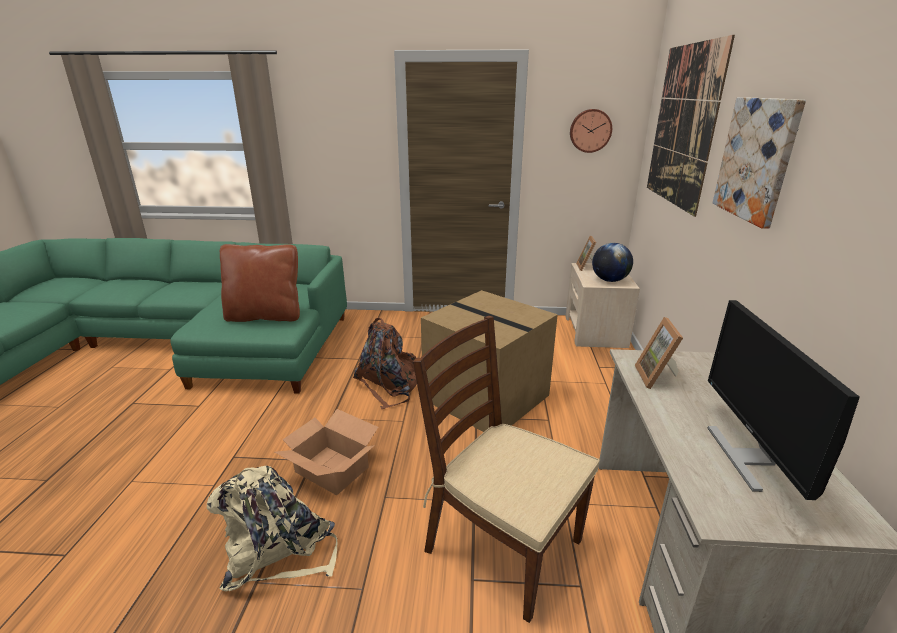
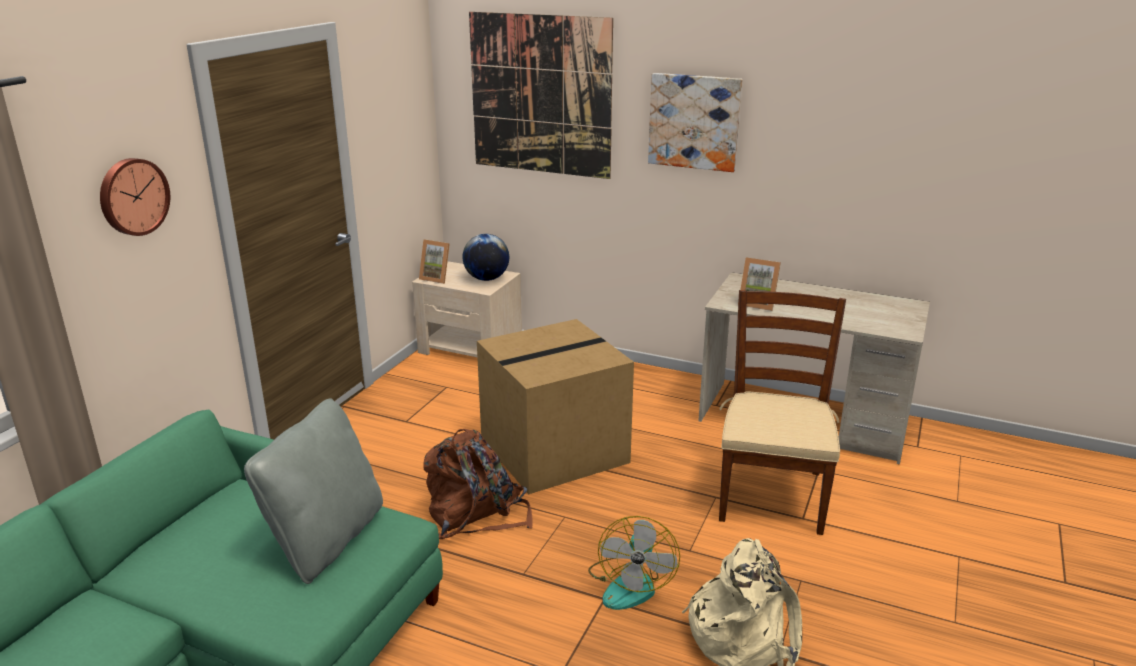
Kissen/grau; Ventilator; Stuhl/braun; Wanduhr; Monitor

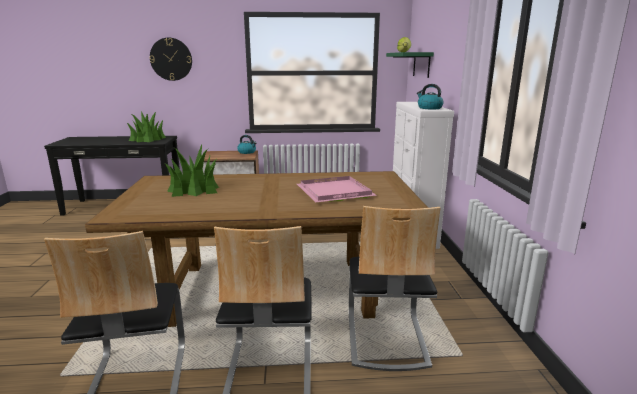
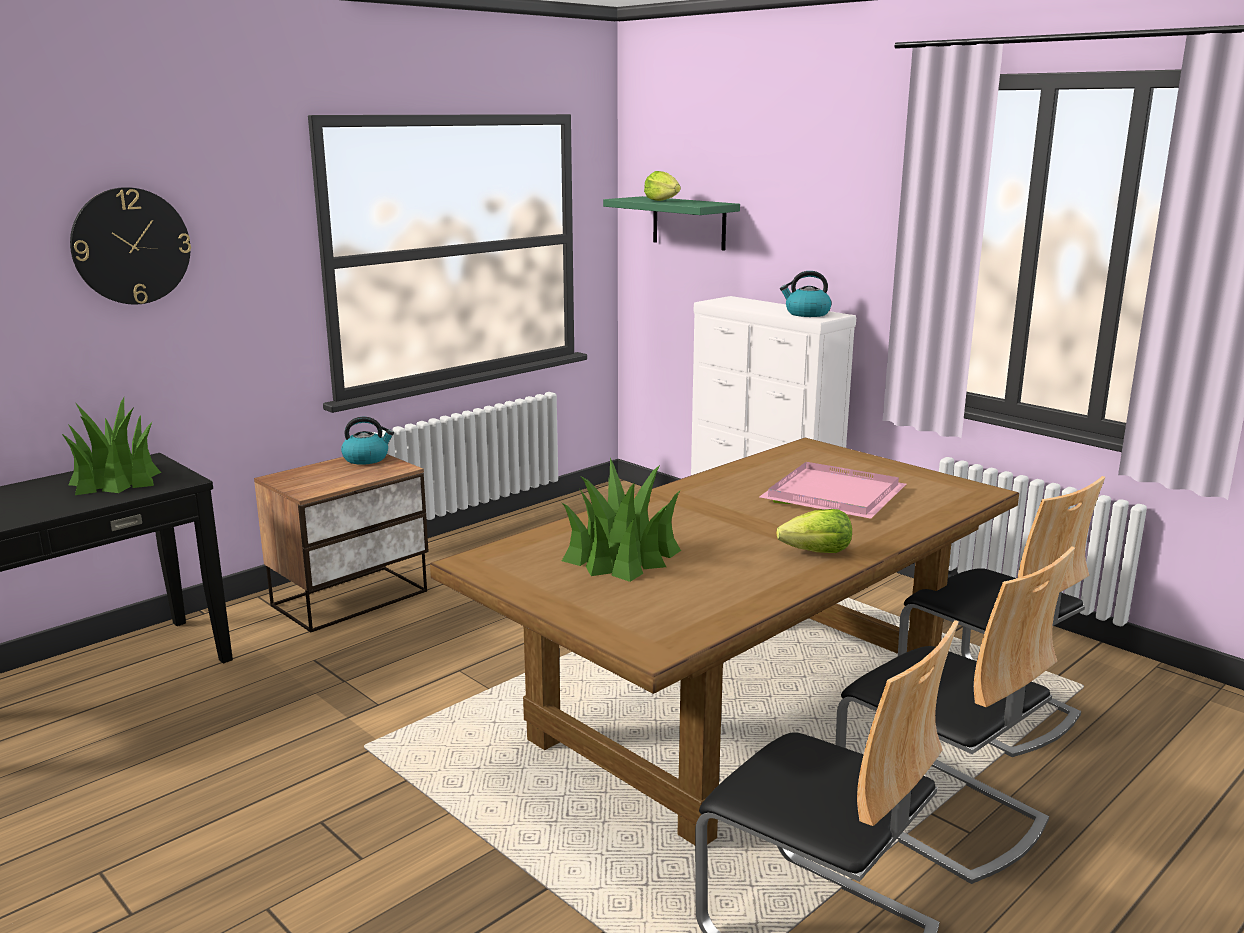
Salatkopf (no. 2 from left)

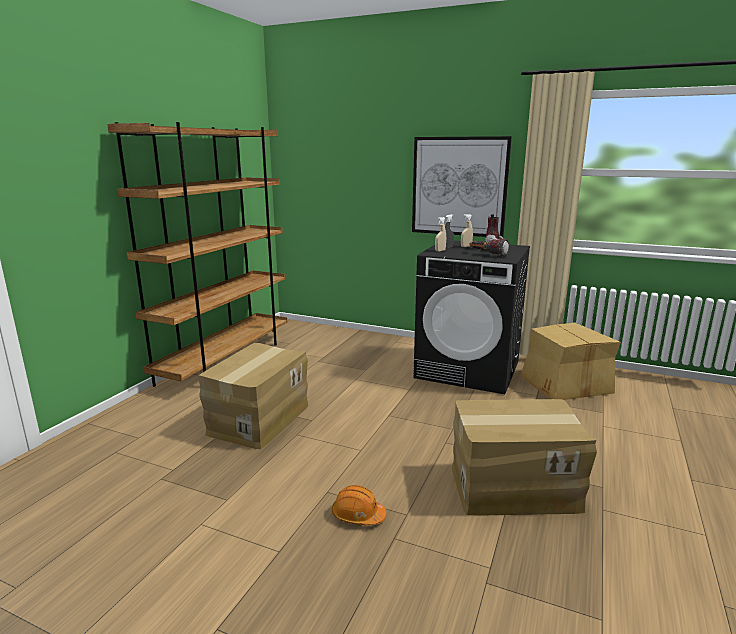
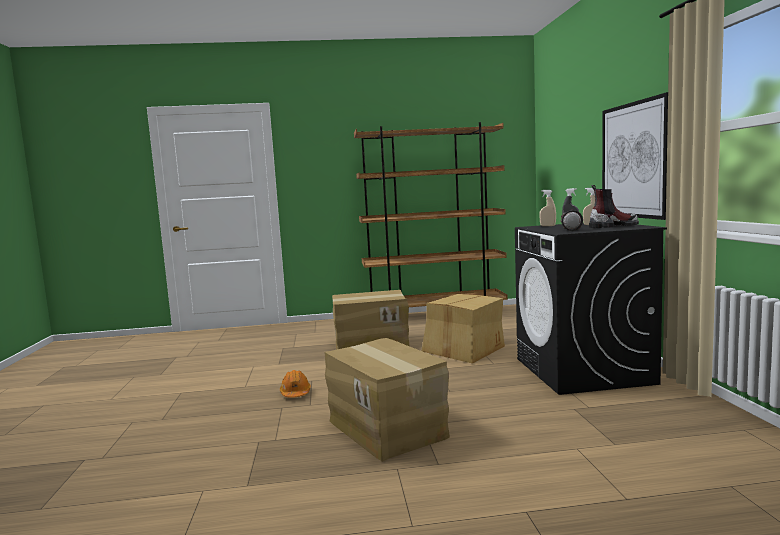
Karton (no. 3 from left)

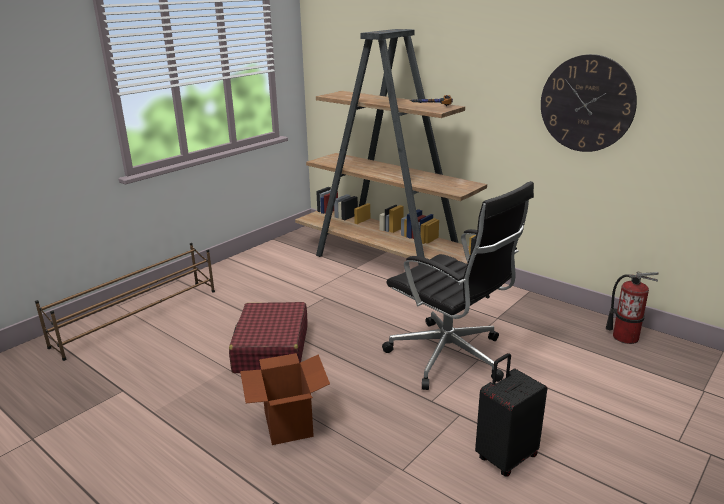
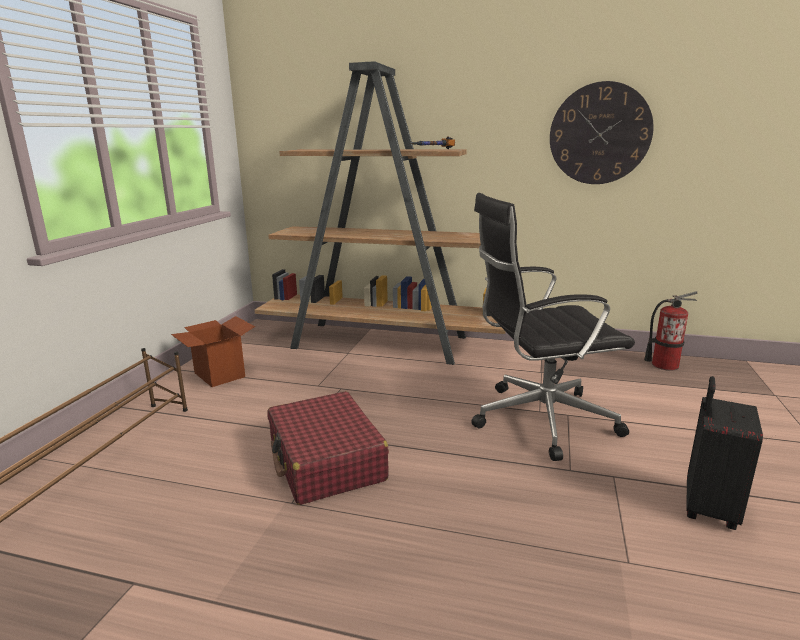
Karton; Bürostuhl/schwarz

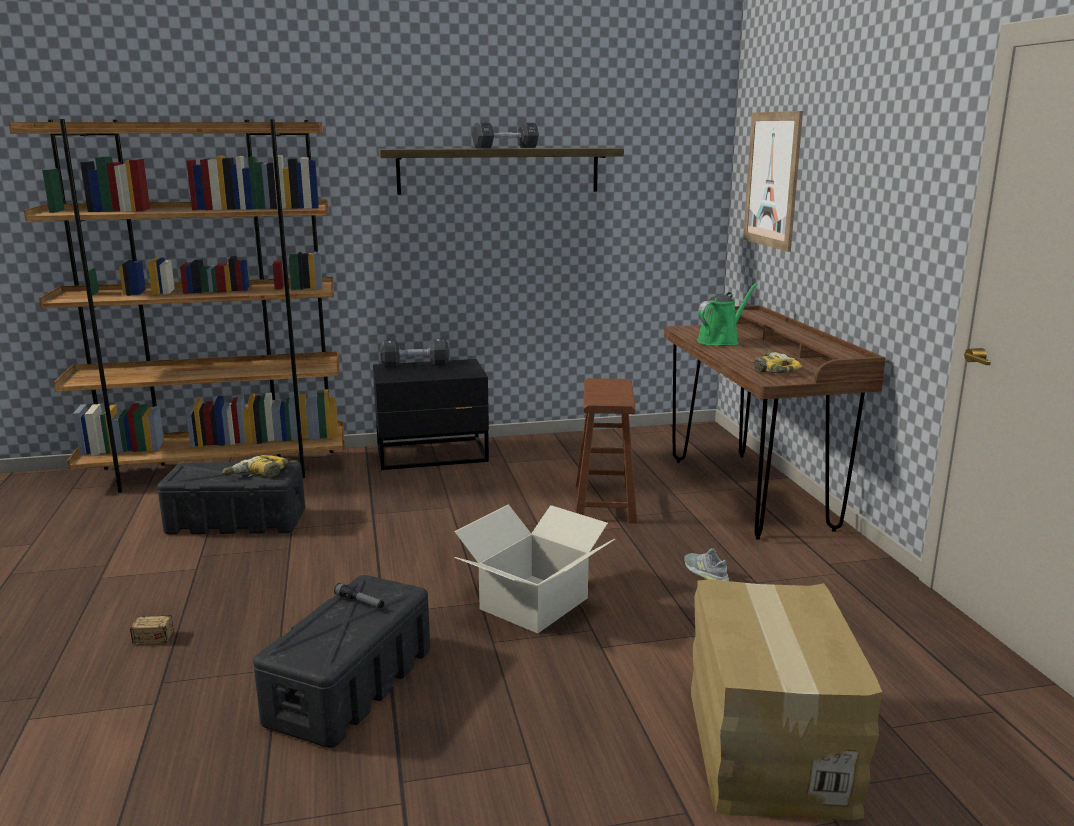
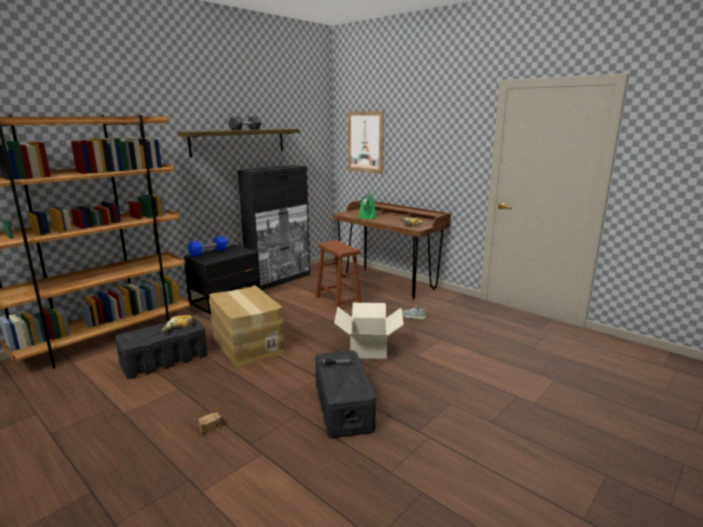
Hantel/blau; Karton (no. 1 from left); Schrank/schwarz

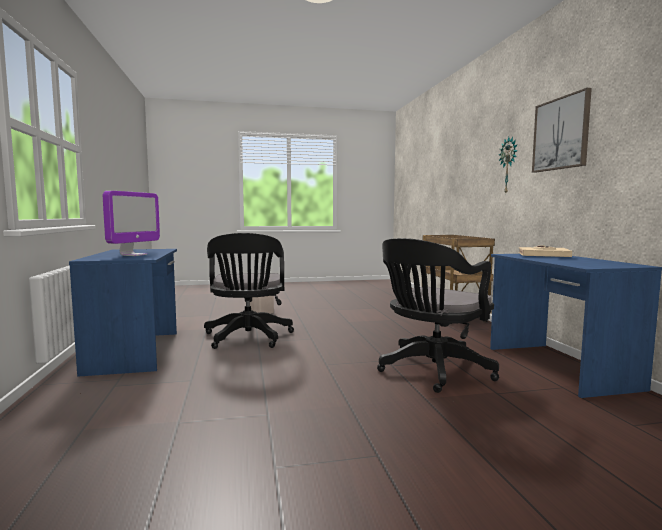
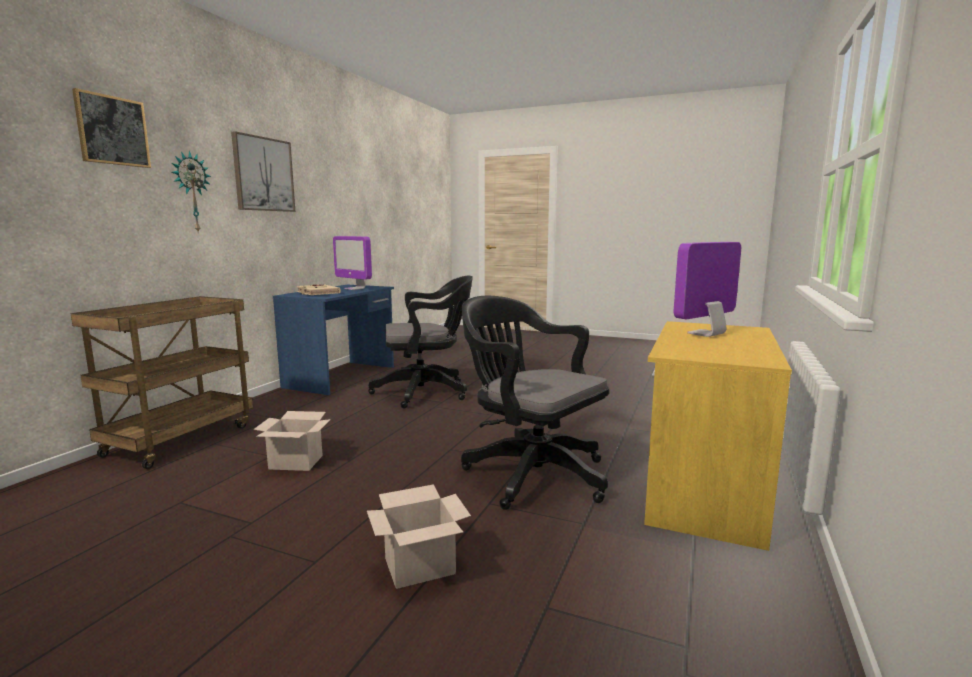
Schreibtisch/gelb; Bürostuhl/schwarz (no. 2 from left); Bild (no. 1 from left); Karton (no. 1 from left); Monitor (no. 1 from left)

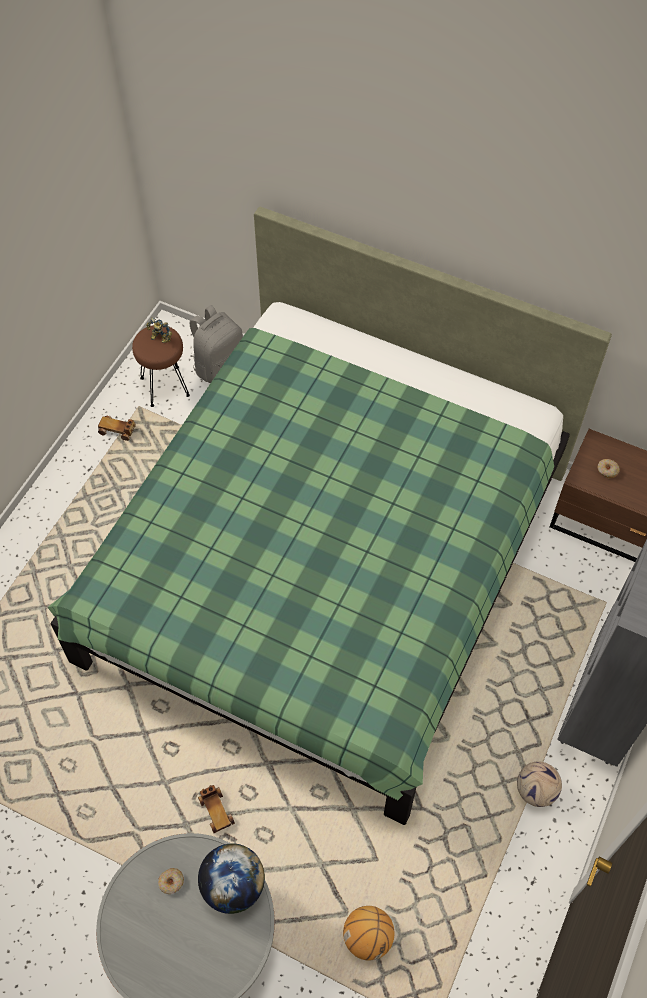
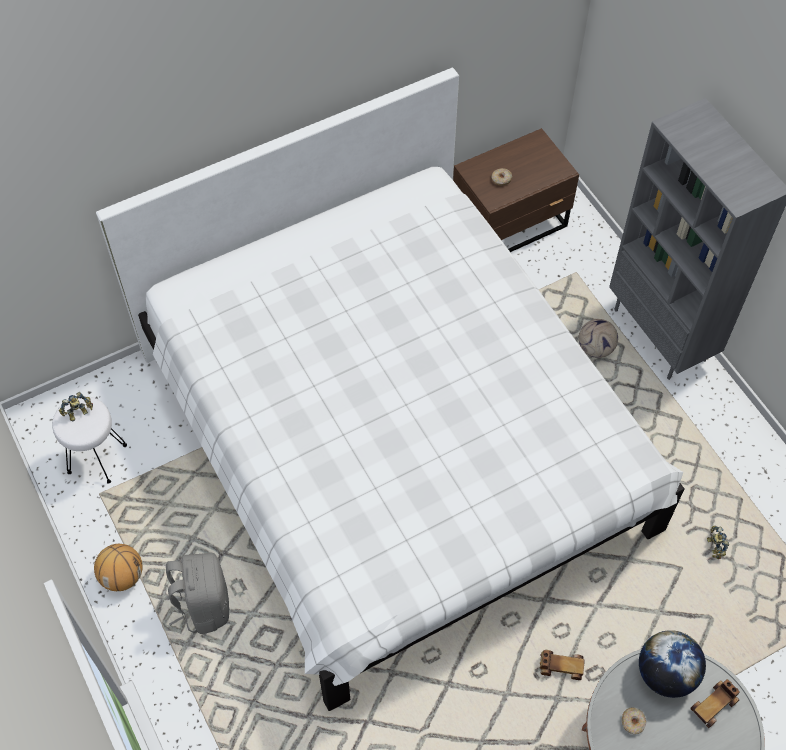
Bett/weiß; Spielzeugauto (no. 2 from left); Hocker/weiß; Rucksack/grau; Basketball; Fußball; Spielzeugroboter (no. 2 from left)

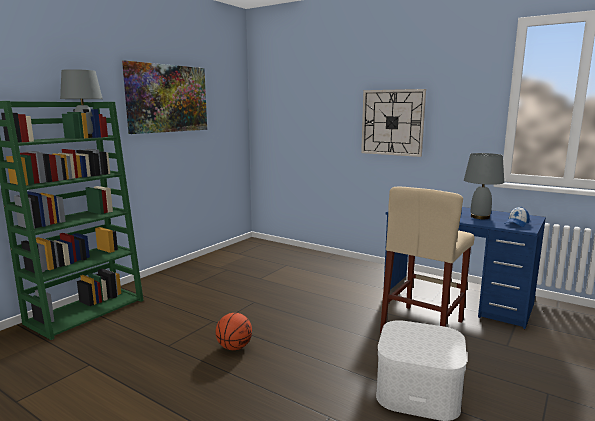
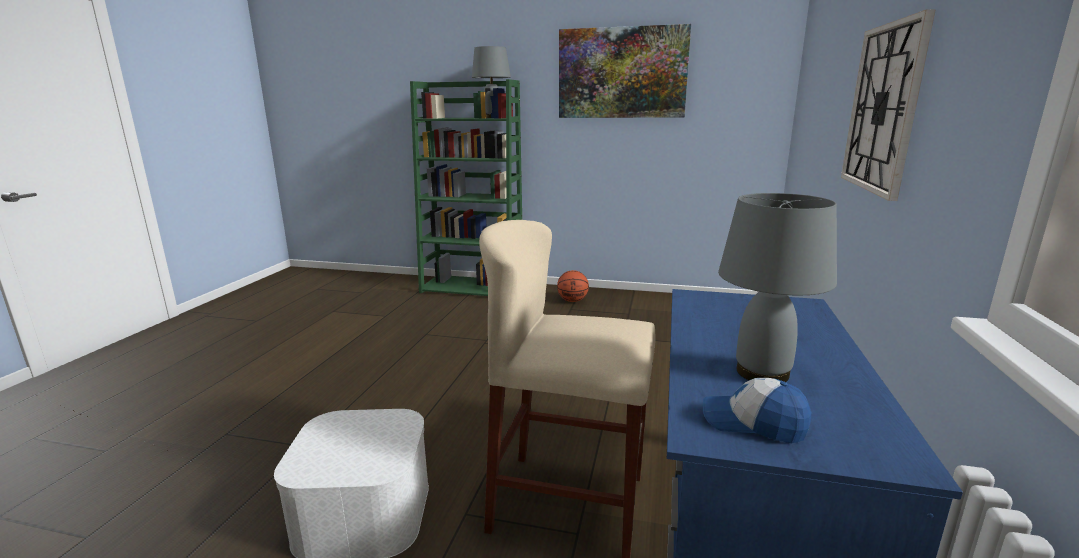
Basketball

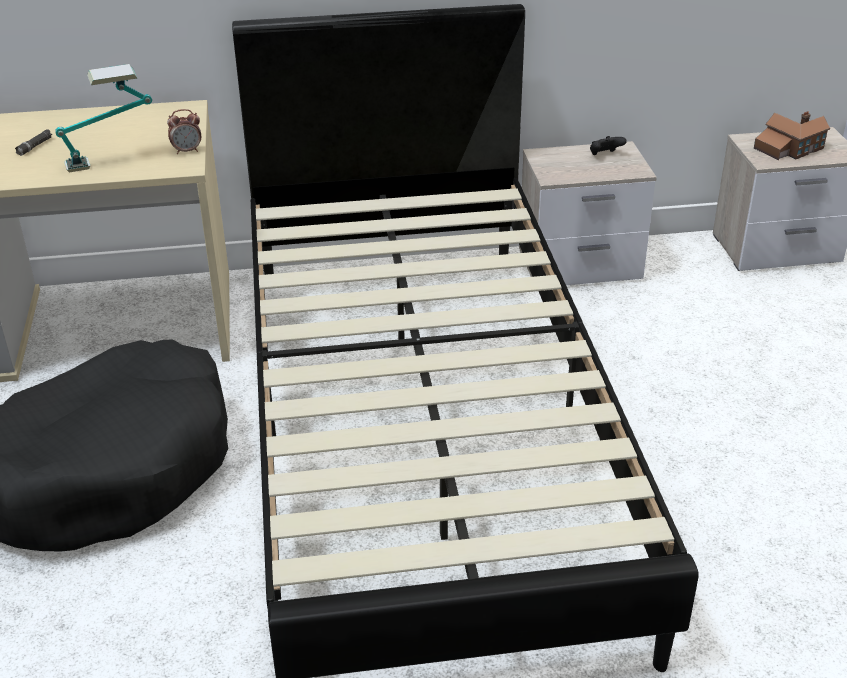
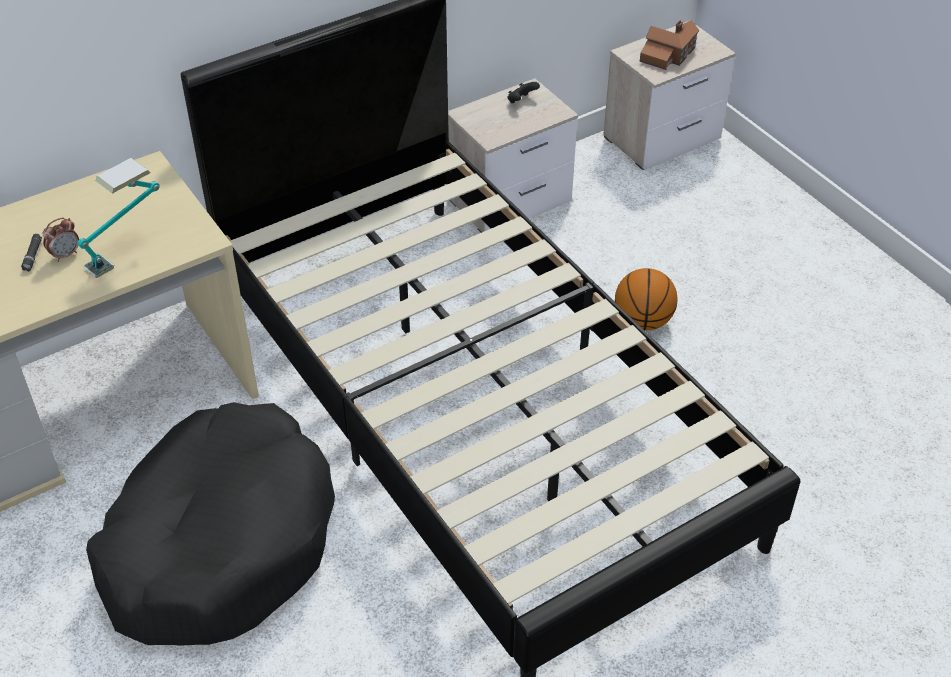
Wecker; Basketball

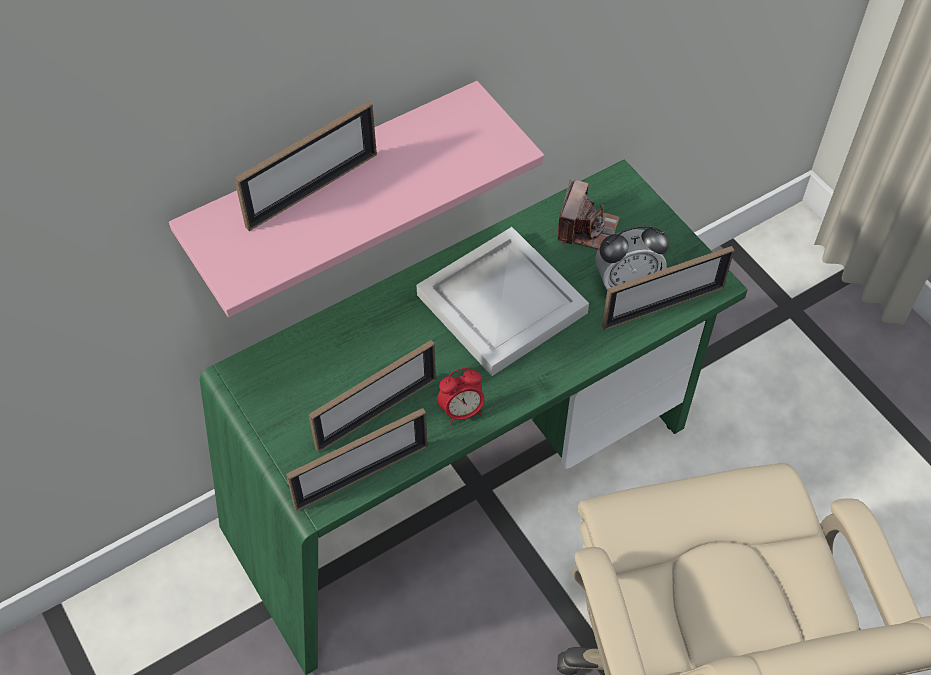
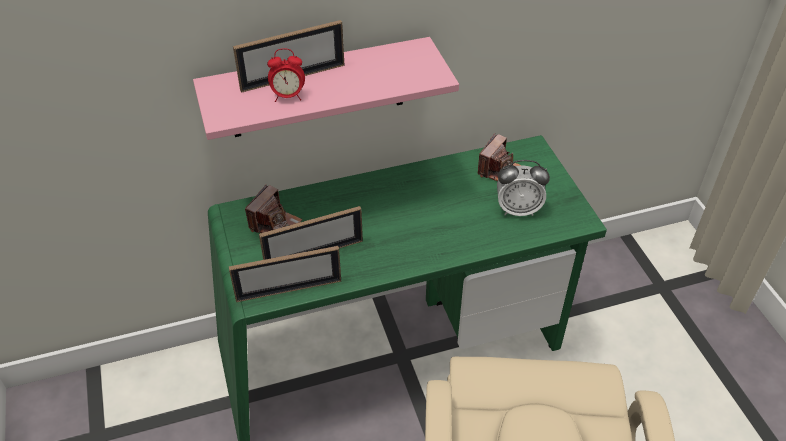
Tablett/weiß; Wecker (no. 1 from left); Bilderrahmen (no. 4 from left in the first image); Kamera (no. 1 from left)

